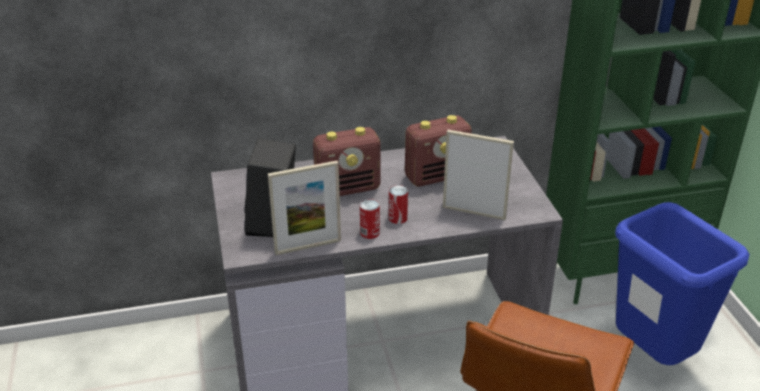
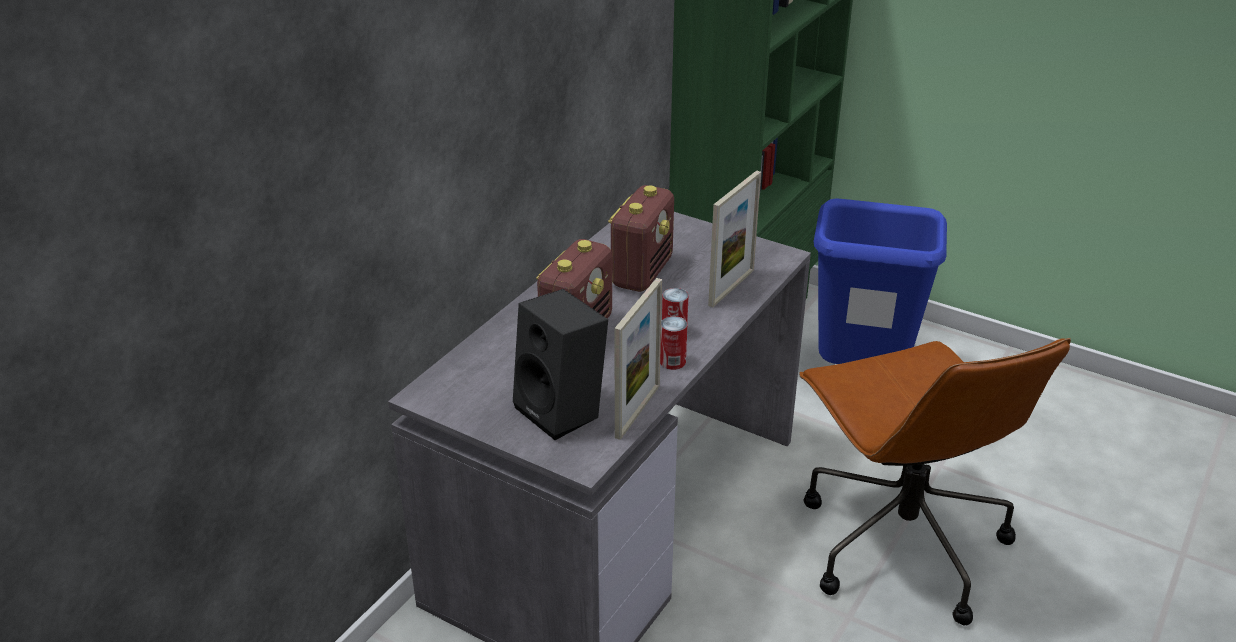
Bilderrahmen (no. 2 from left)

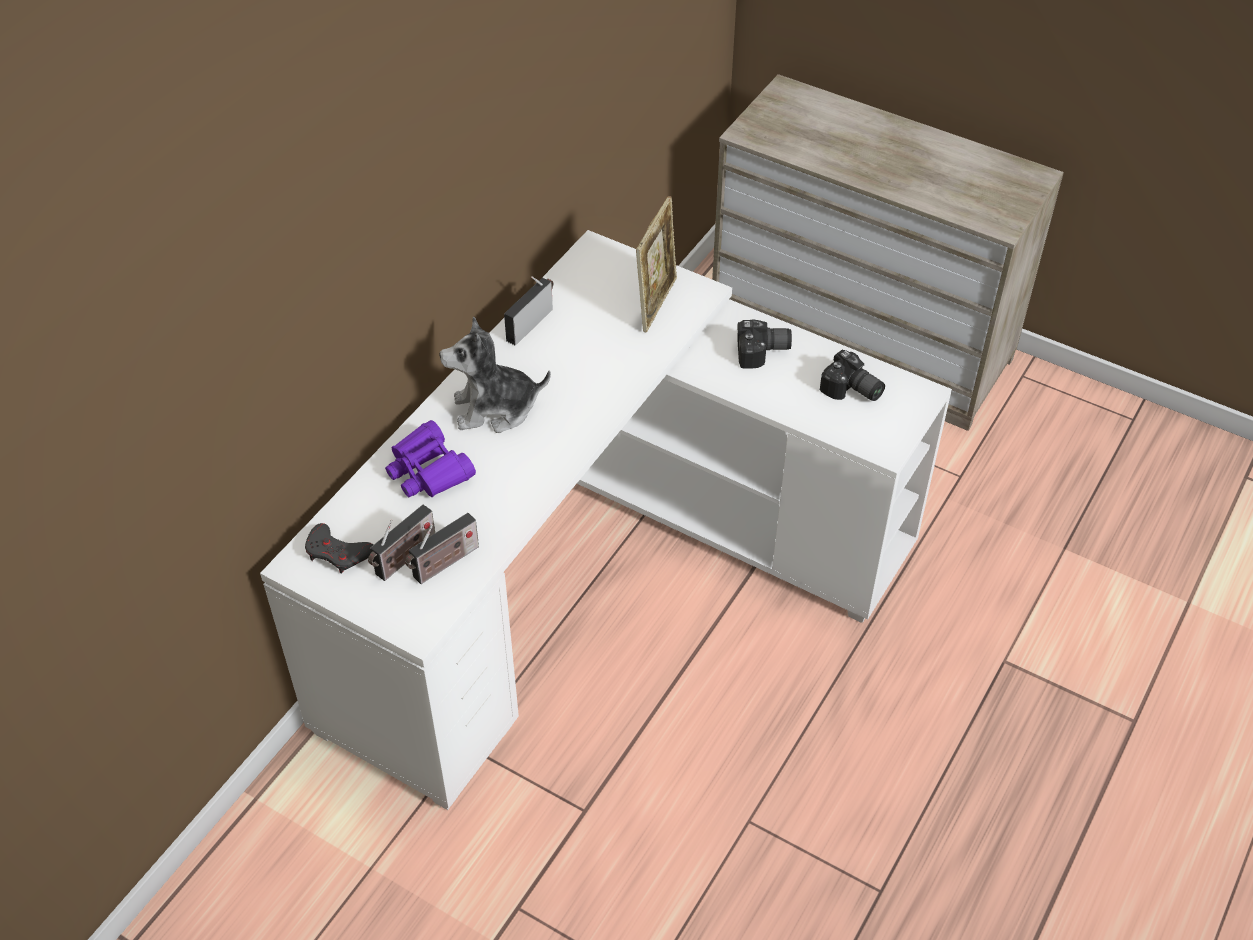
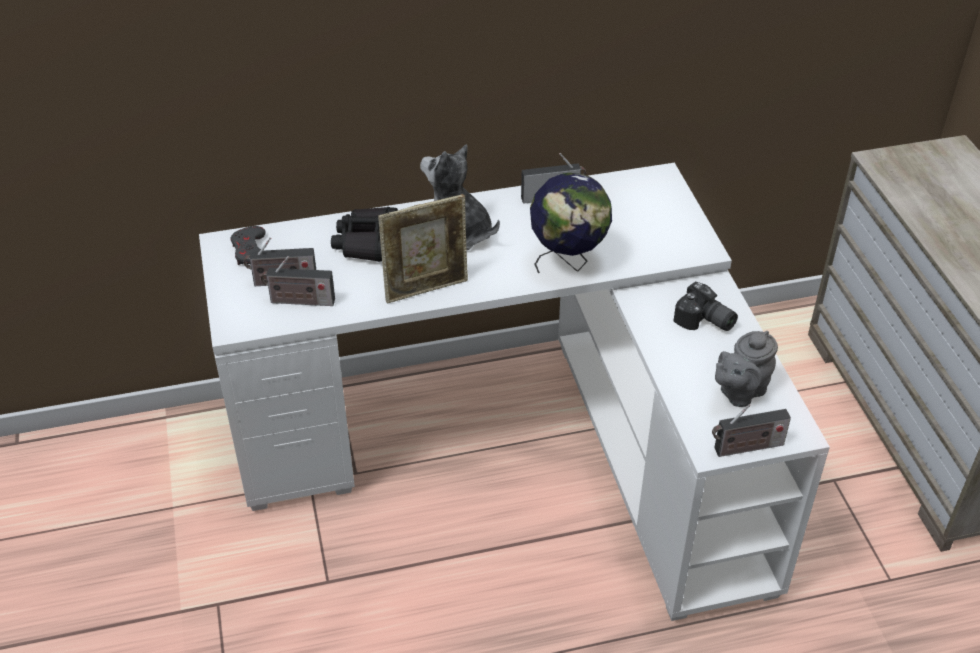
Fernglas/schwarz; Bilderrahmen; Teekanne/grau; Globus; Radio (no. 4 from left)

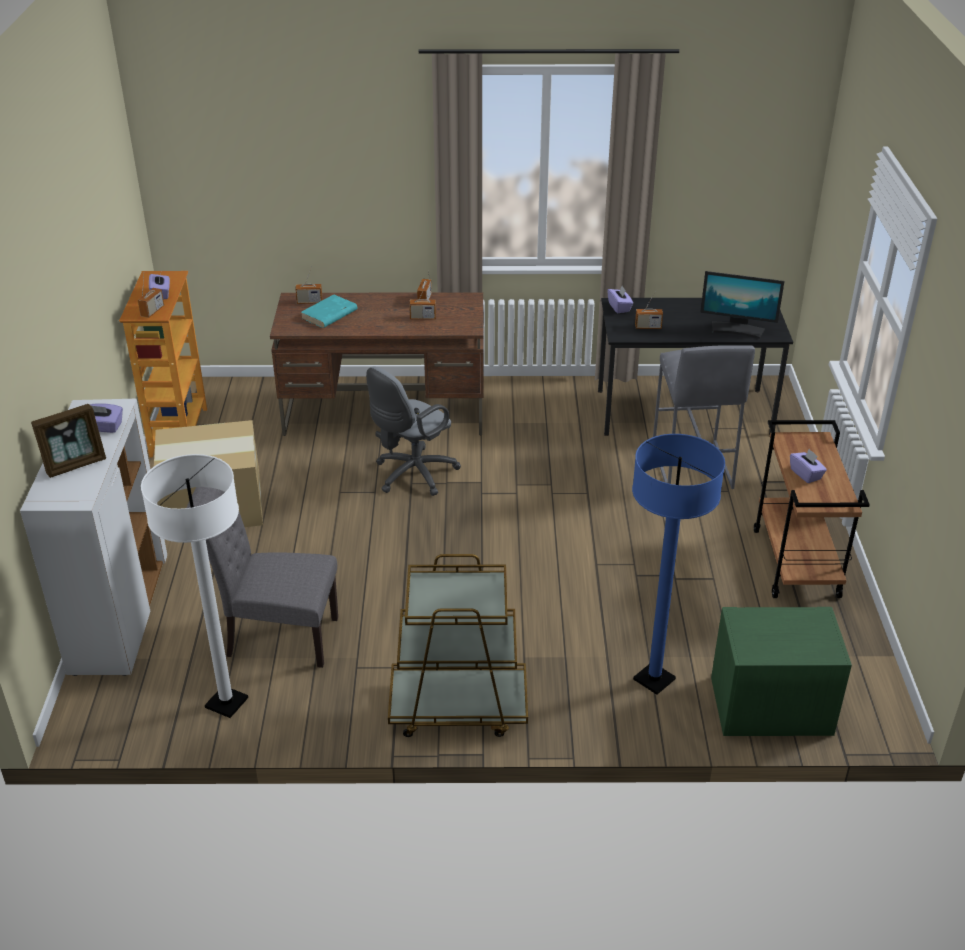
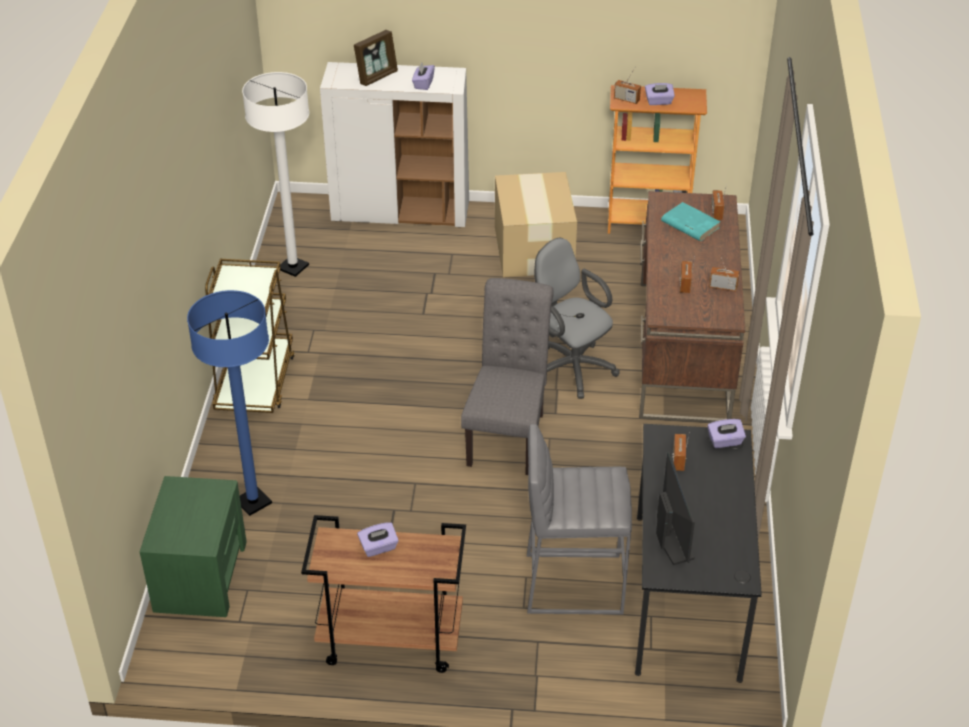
Bilderrahmen; Stuhl/grau; Monitor

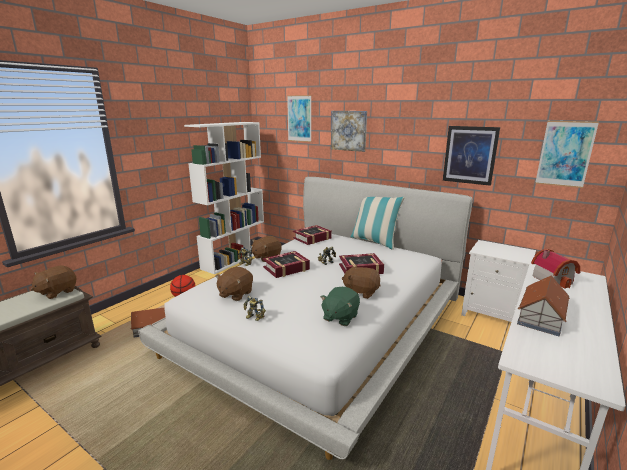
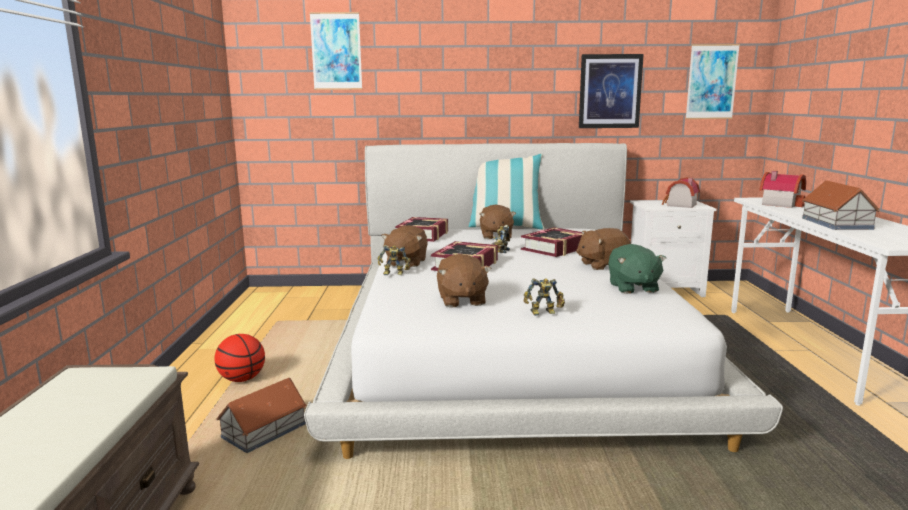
Plüschtier/braun (no. 3 from left); Bücherregal/weiß; Bild (no. 2 from left in the first image); Spielzeughaus (no. 2 from left)

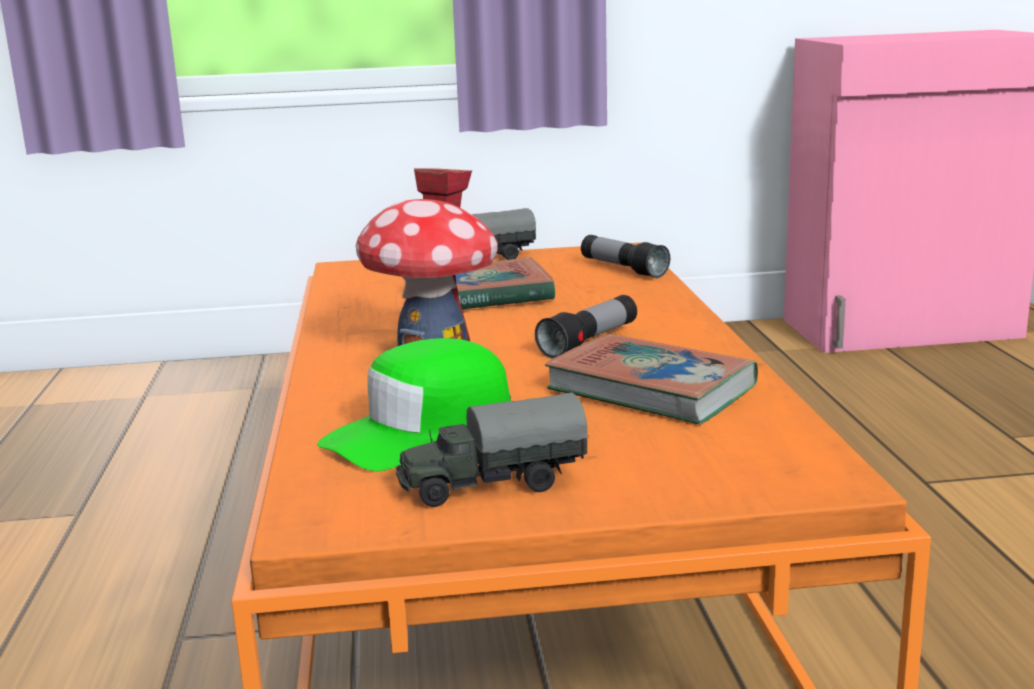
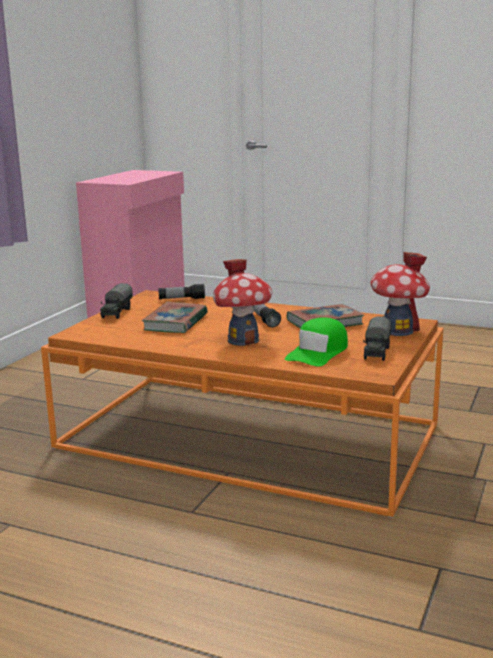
Kappe/grün; Spielzeughaus (no. 2 from left)

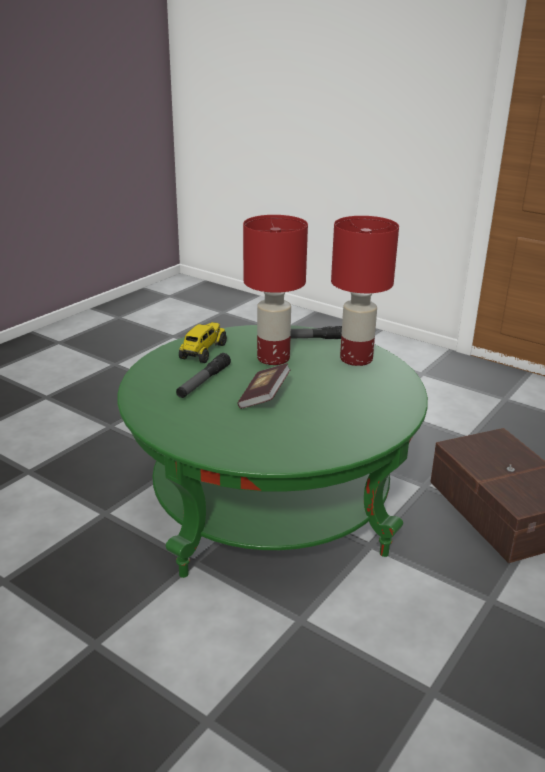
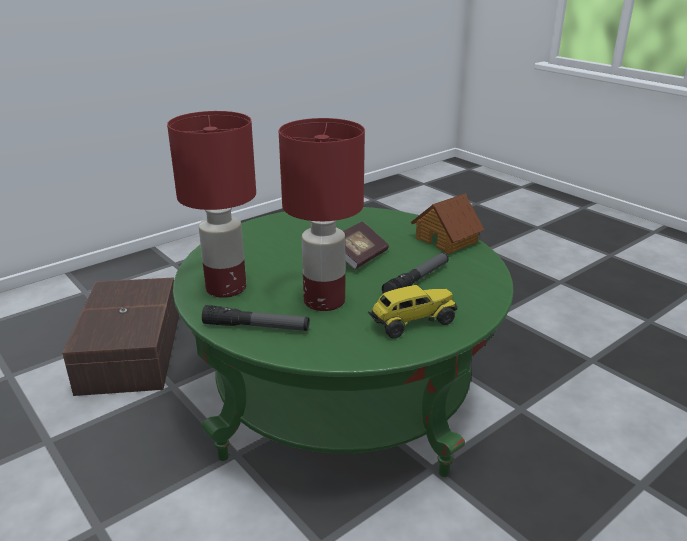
Spielzeuglaster; Spielzeughaus

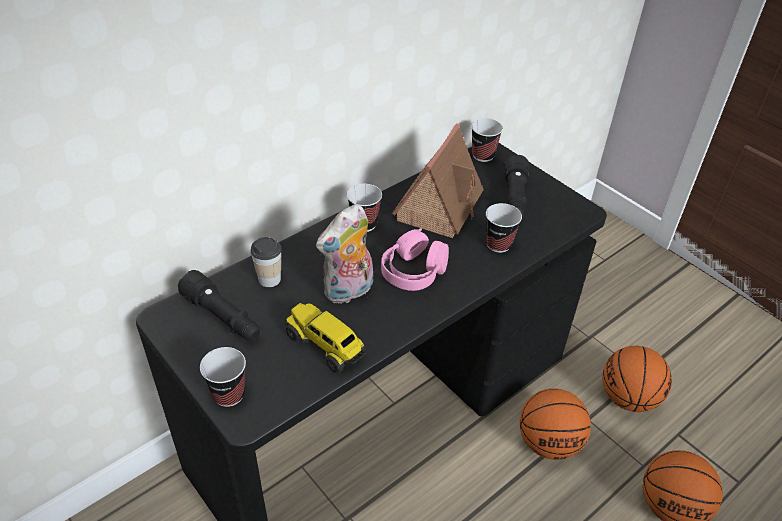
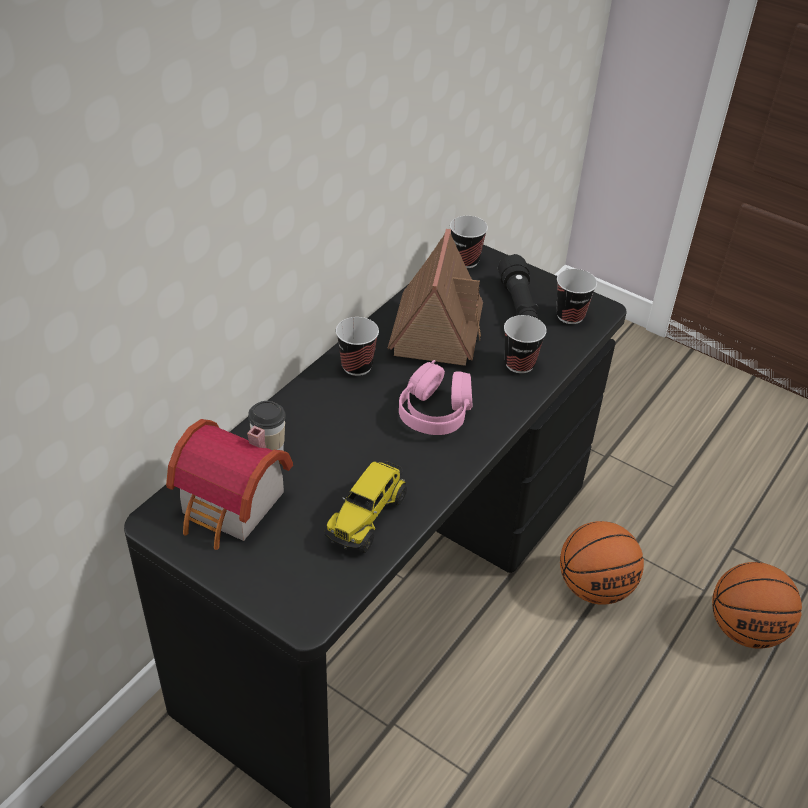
Spielzeughaus (no. 1 from left); Tasse (no. 5 from left); Spielzeuglaster; Plüschtier; Basketball (no. 2 from left in the first image)

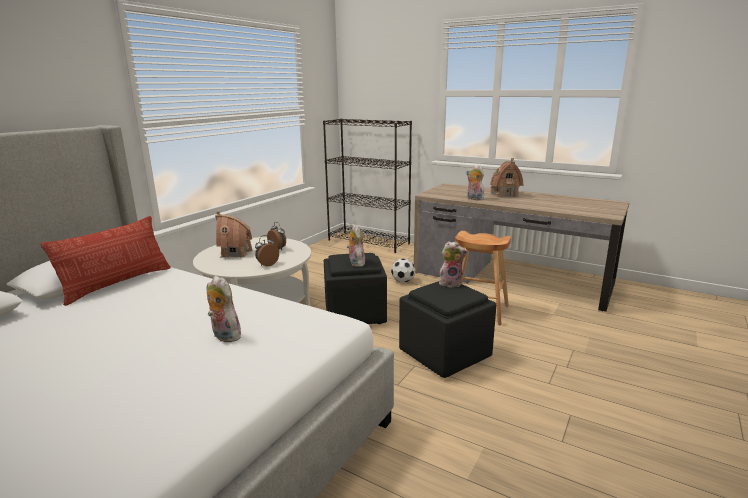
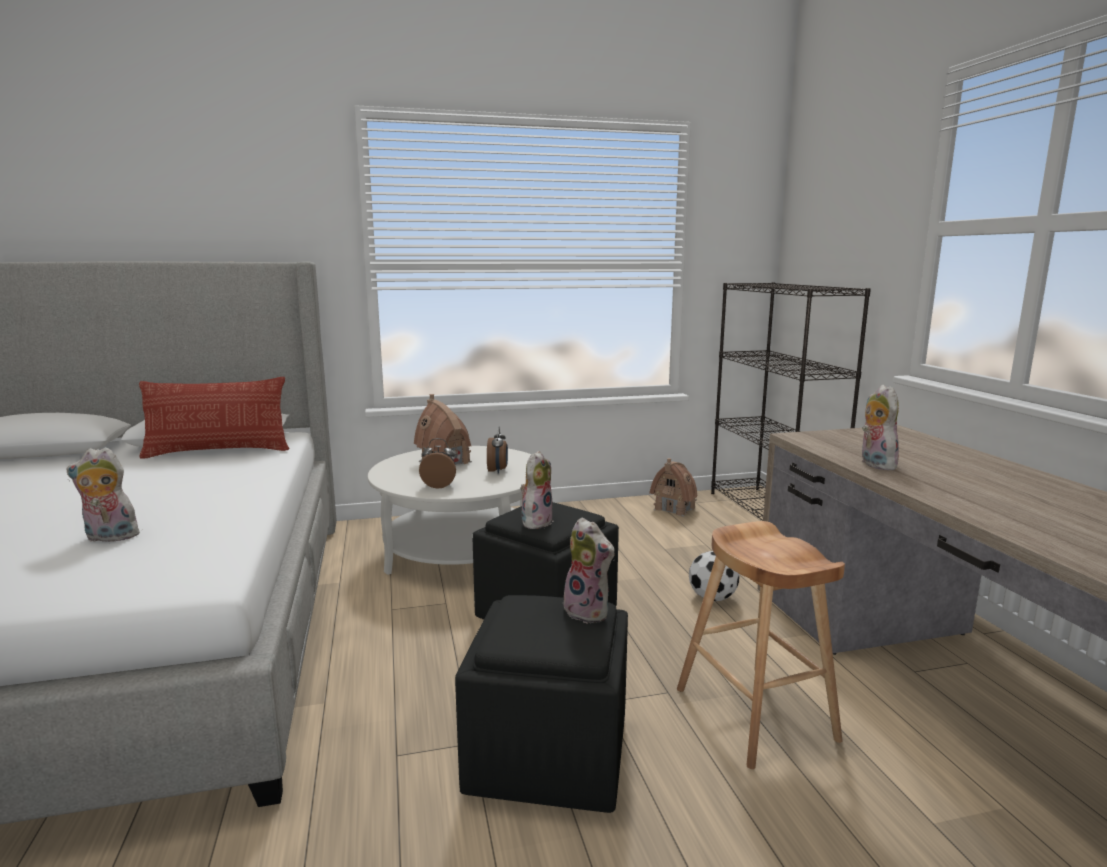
Plüschtier (no. 1 from left); Spielzeughaus (no. 2 from left)

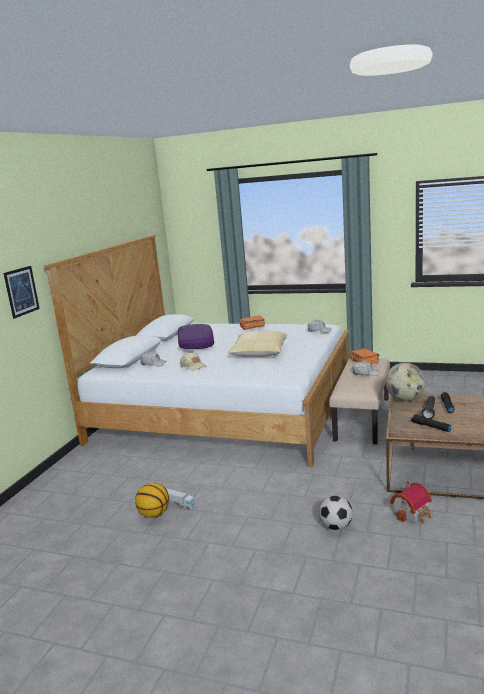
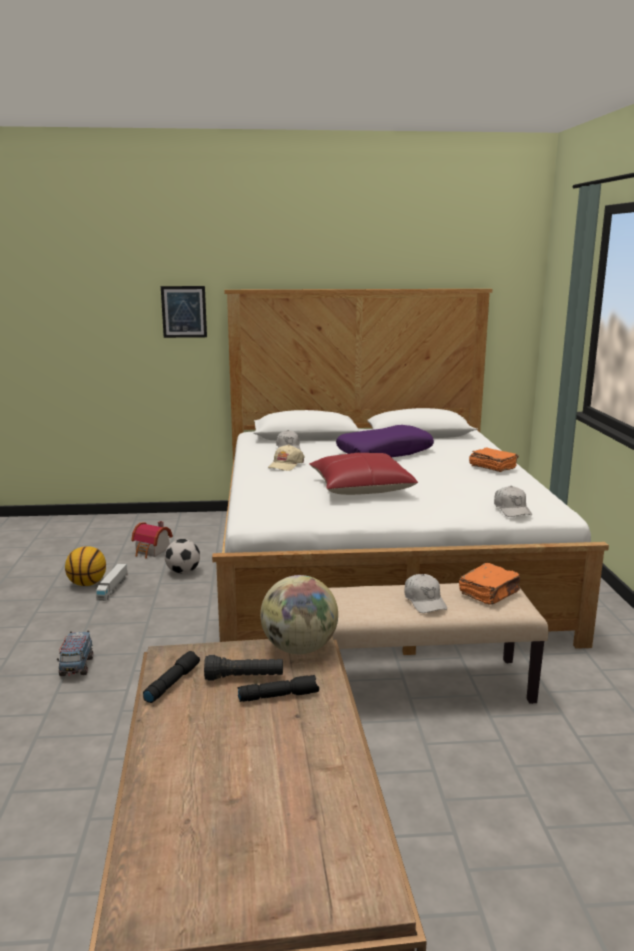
Kissen/rot; Fußball; Spielzeughaus; Spielzeuglaster (no. 1 from left)

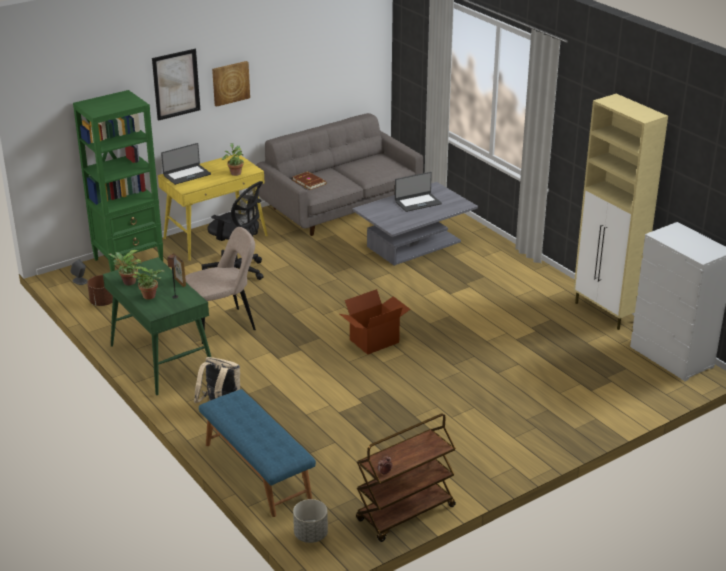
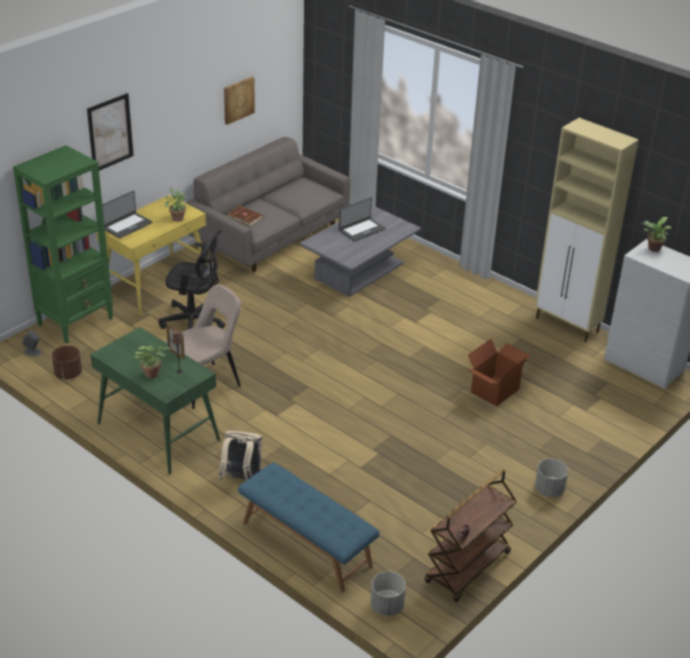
Topfpflanze (no. 3 from left); Bild (no. 2 from left); Karton; Pflanzkübel/grau (no. 2 from left)

